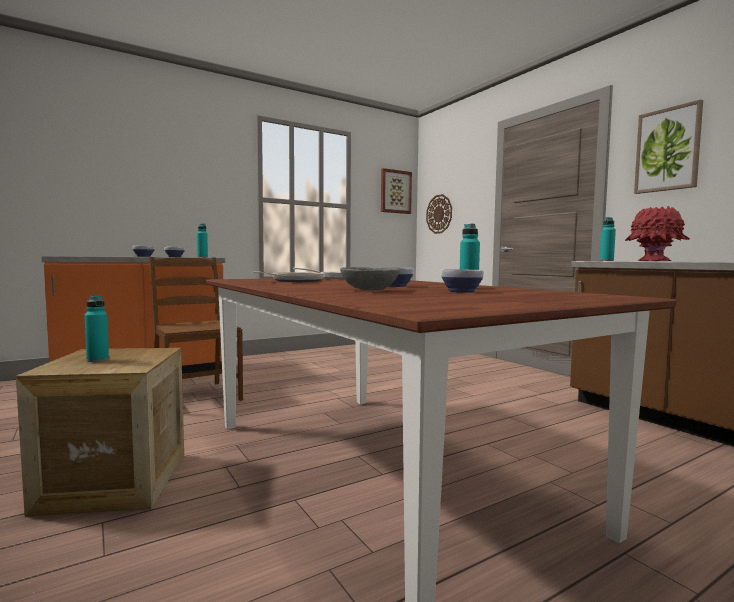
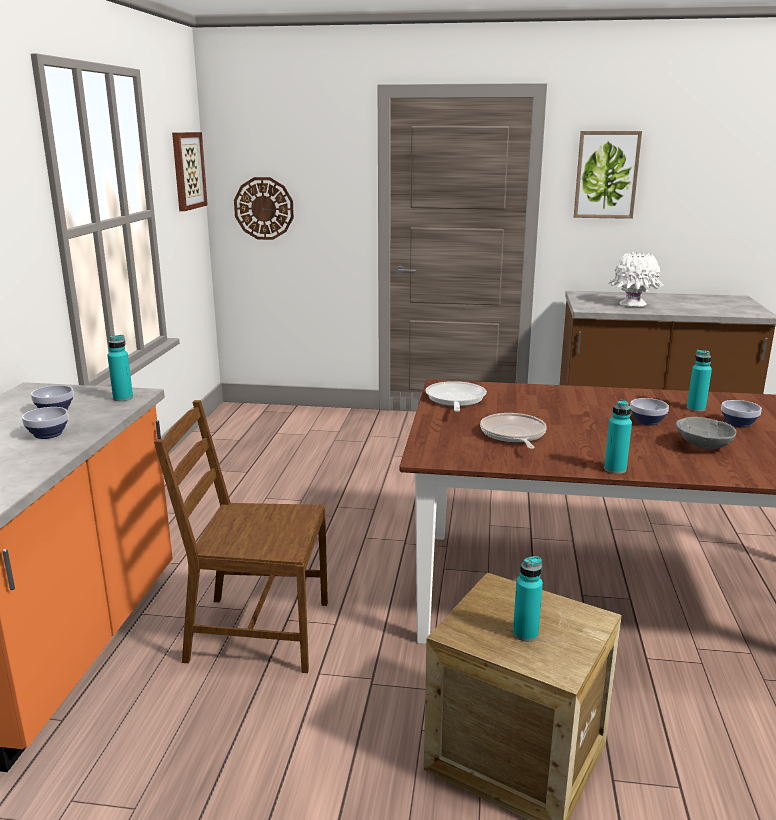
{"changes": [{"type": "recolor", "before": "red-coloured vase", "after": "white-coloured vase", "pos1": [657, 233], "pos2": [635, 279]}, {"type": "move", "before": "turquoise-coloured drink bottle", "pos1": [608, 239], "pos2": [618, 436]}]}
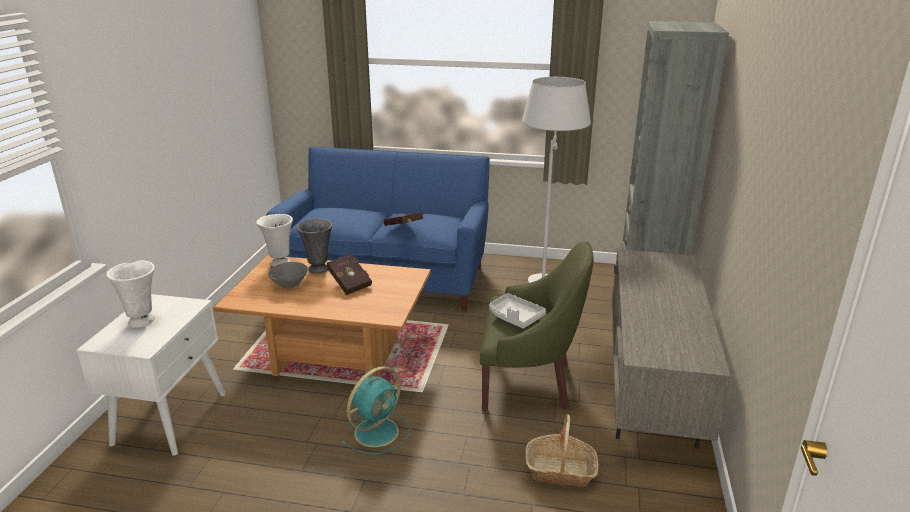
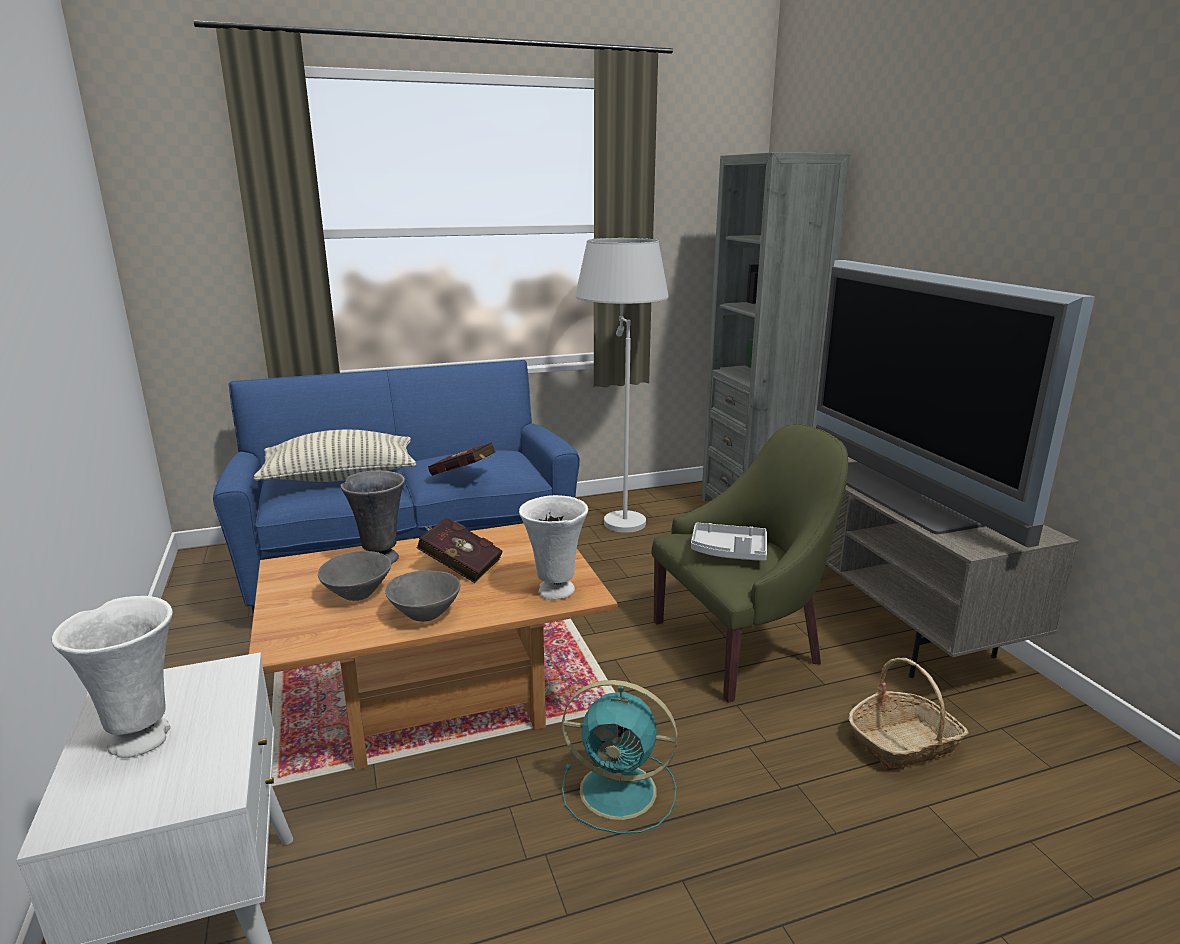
{"changes": [{"type": "move", "before": "white-coloured vase", "pos1": [274, 240], "pos2": [553, 547]}, {"type": "rotate", "before": "turquoise-coloured fan", "pos1": [376, 410], "pos2": [620, 757], "turn": 90}, {"type": "insert", "after": "TV set", "pos2": [955, 404]}, {"type": "insert", "after": "cushion", "pos2": [335, 456]}, {"type": "insert", "after": "greyish deep dish", "pos2": [423, 596]}]}
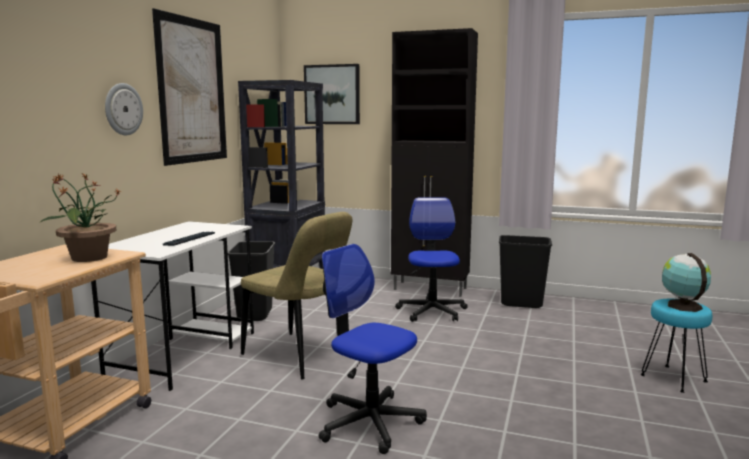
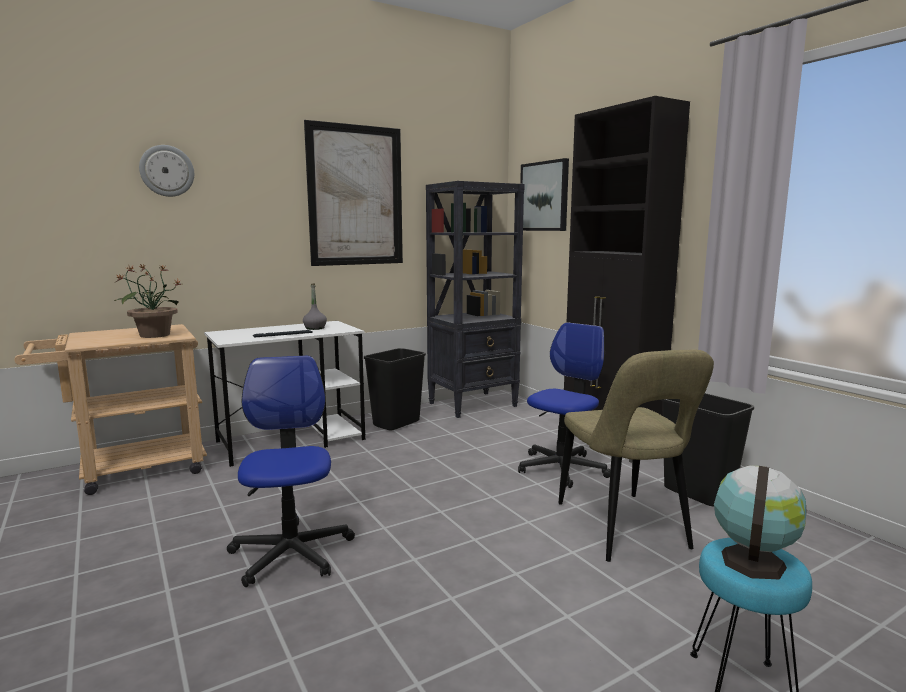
{"changes": [{"type": "move", "before": "hanging clock", "pos1": [124, 109], "pos2": [166, 171]}, {"type": "move", "before": "beige-coloured plain chair", "pos1": [296, 296], "pos2": [636, 456]}, {"type": "insert", "after": "greyish drink bottle", "pos2": [315, 307]}]}
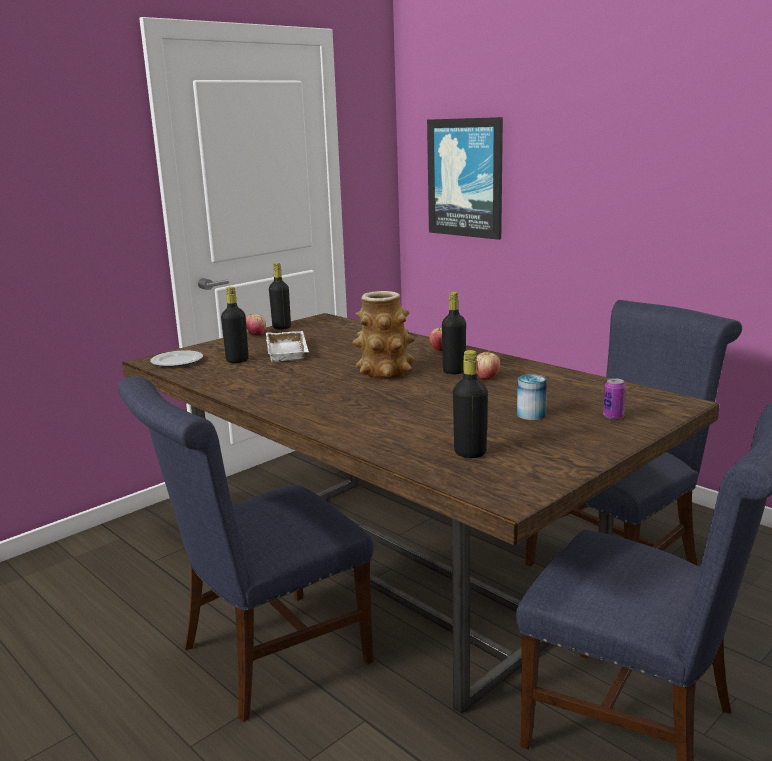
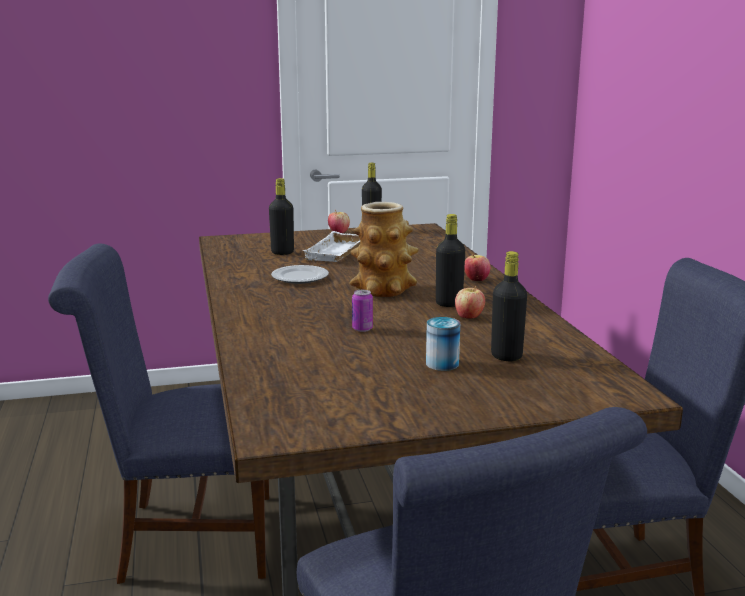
{"changes": [{"type": "delete", "before": "picture", "pos1": [465, 178]}, {"type": "move", "before": "dinner plate", "pos1": [176, 358], "pos2": [300, 274]}, {"type": "move", "before": "black-coloured drink bottle", "pos1": [470, 404], "pos2": [509, 306]}, {"type": "move", "before": "can", "pos1": [614, 399], "pos2": [362, 311]}]}
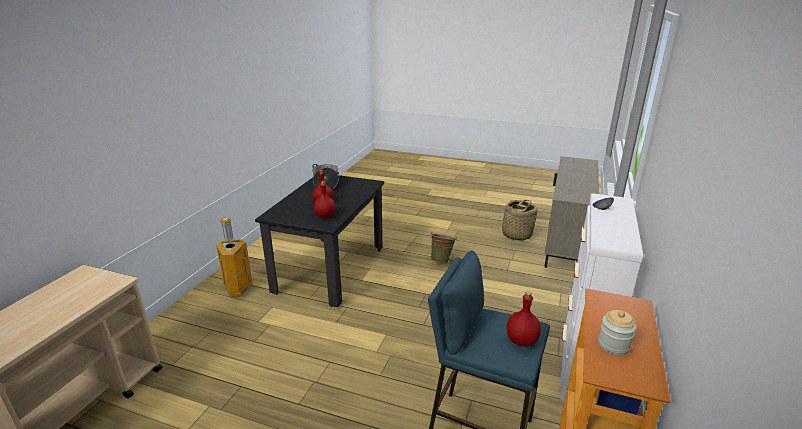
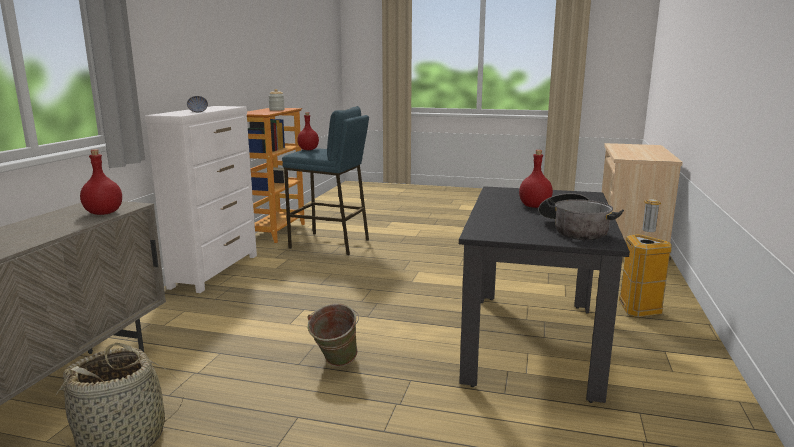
{"changes": [{"type": "move", "before": "red-coloured drink bottle", "pos1": [325, 199], "pos2": [101, 182]}]}
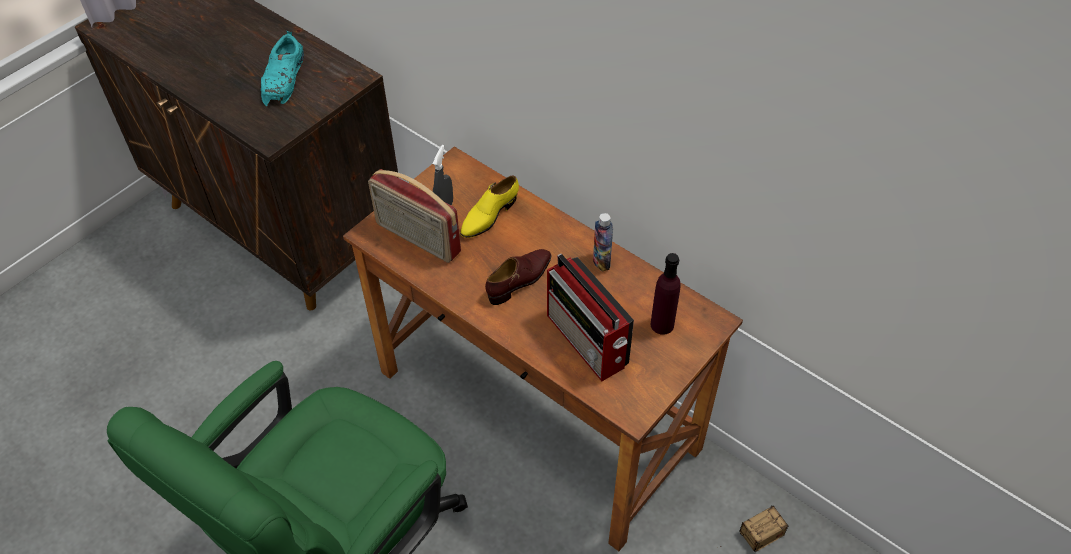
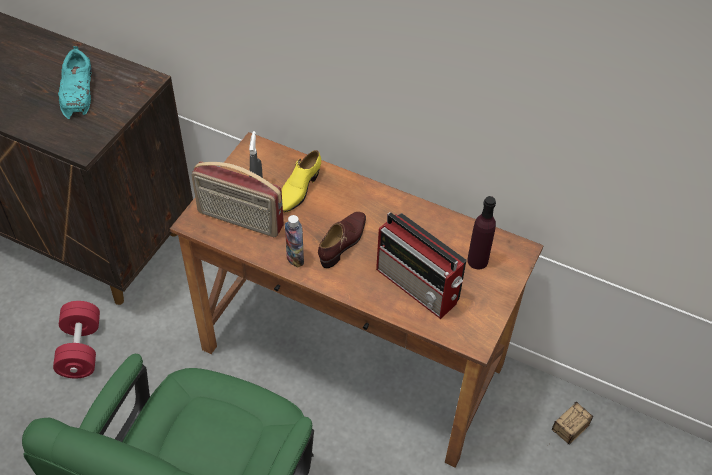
{"changes": [{"type": "move", "before": "drink bottle", "pos1": [603, 242], "pos2": [294, 241]}, {"type": "insert", "after": "red-coloured dumbbell", "pos2": [76, 339]}]}
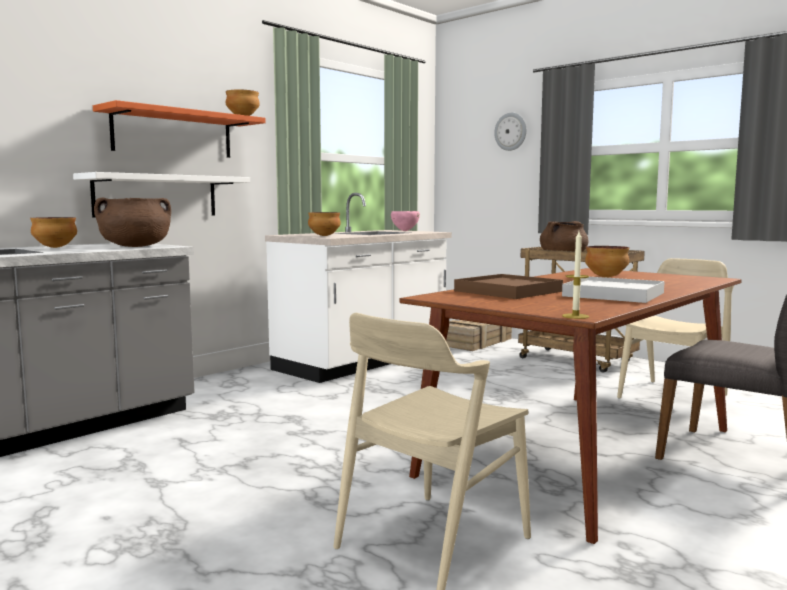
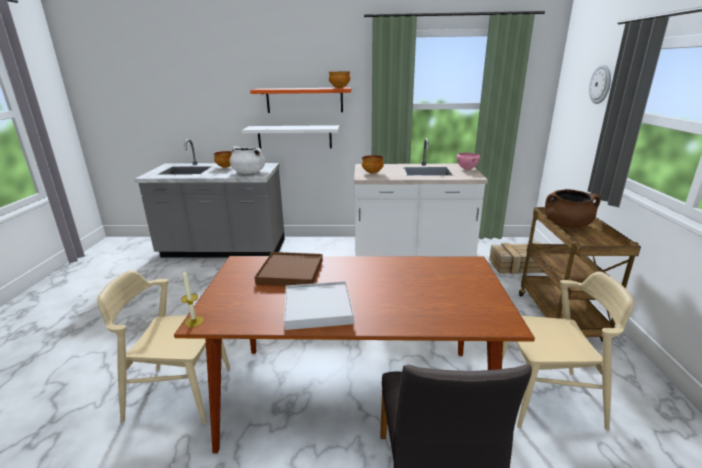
{"changes": [{"type": "recolor", "before": "brown-coloured stockpot", "after": "white-coloured stockpot", "pos1": [132, 222], "pos2": [247, 160]}, {"type": "delete", "before": "deep dish", "pos1": [607, 261]}]}
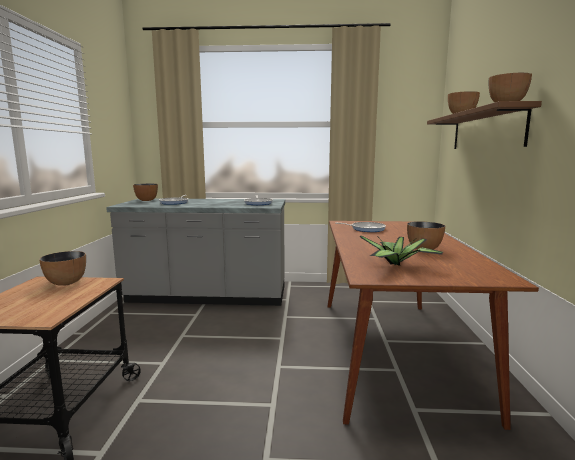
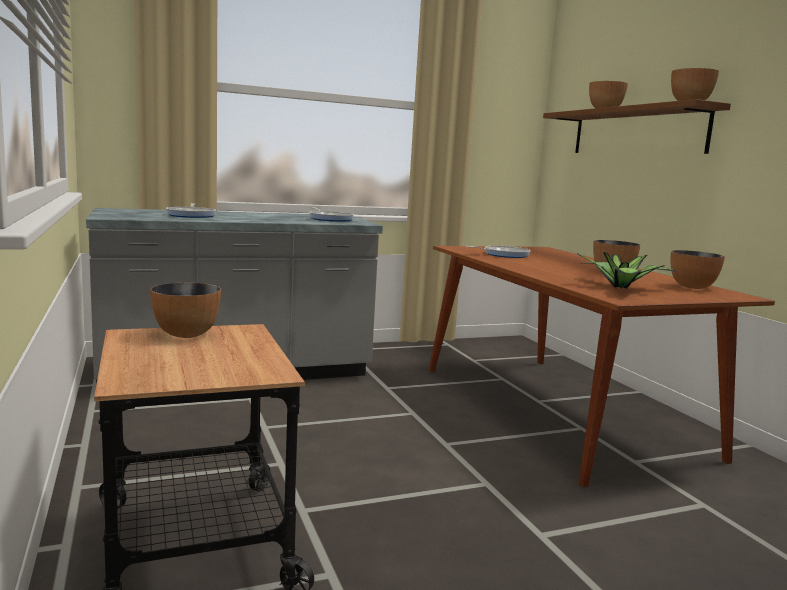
{"changes": [{"type": "move", "before": "deep dish", "pos1": [145, 192], "pos2": [697, 269]}]}
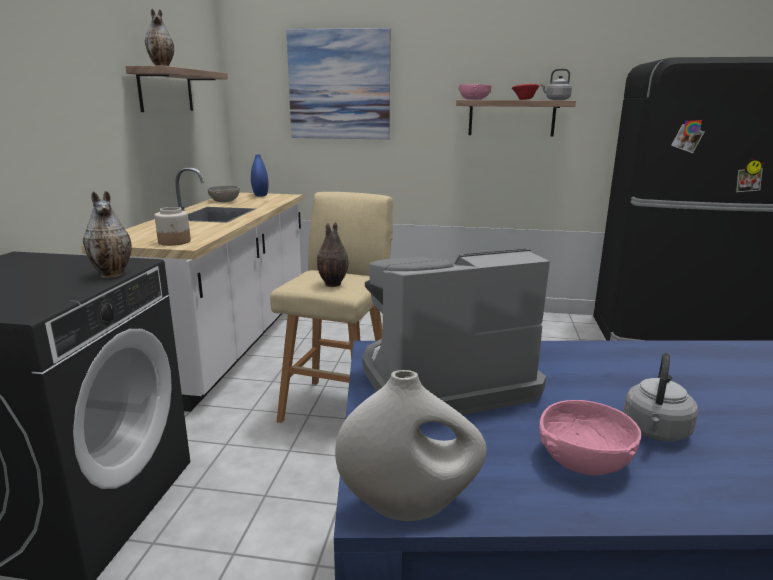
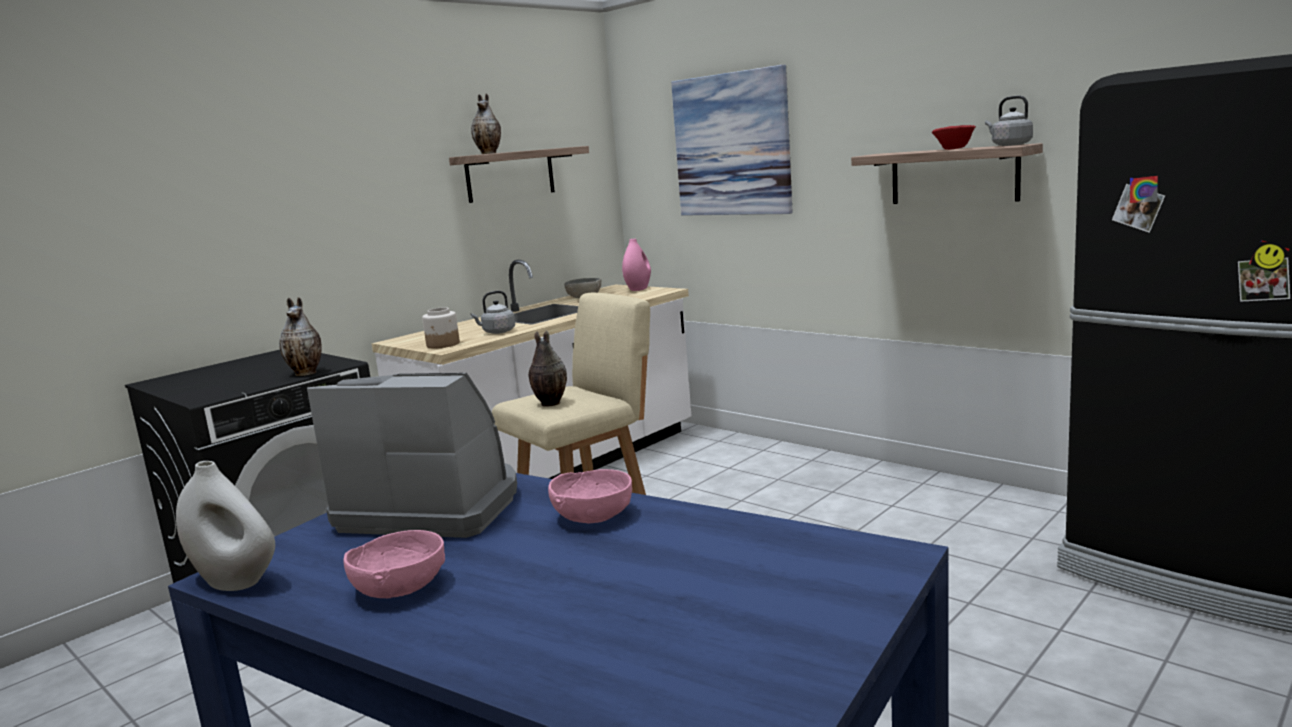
{"changes": [{"type": "move", "before": "pinkish deep dish", "pos1": [475, 92], "pos2": [590, 496]}, {"type": "recolor", "before": "blue vase", "after": "pinkish vase", "pos1": [260, 175], "pos2": [636, 265]}, {"type": "move", "before": "greyish water kettle", "pos1": [661, 397], "pos2": [492, 312]}]}
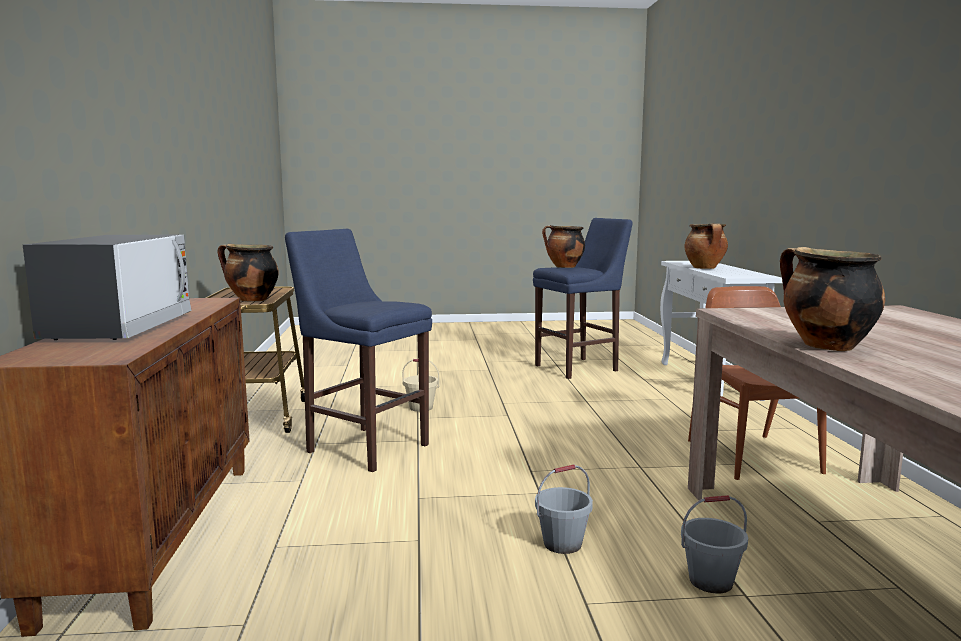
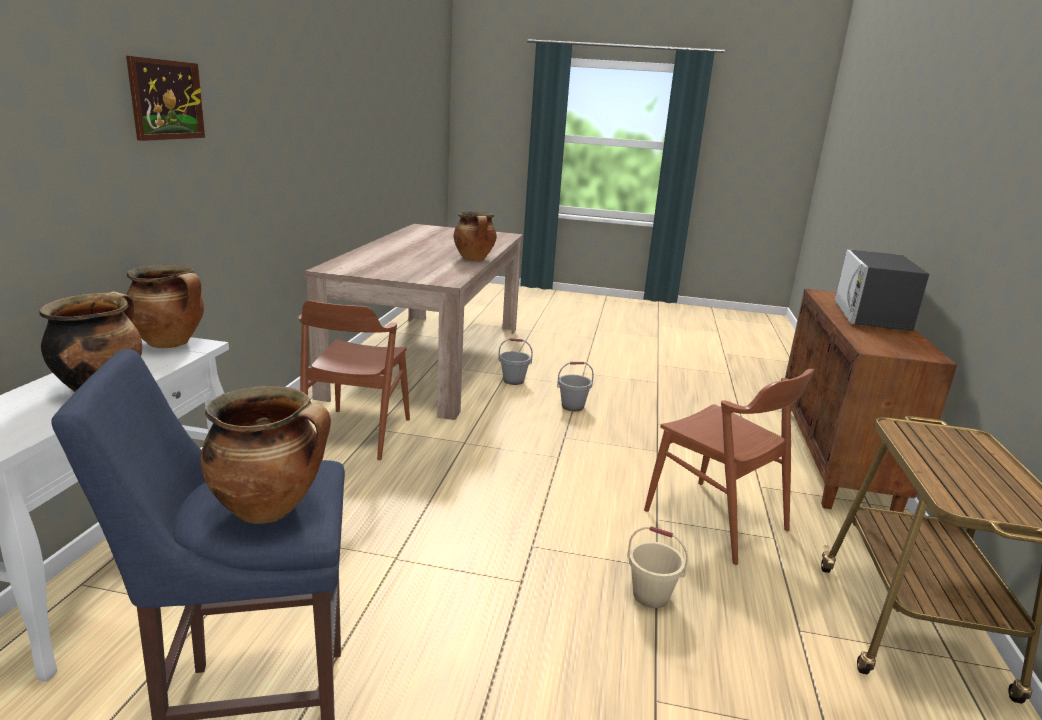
{"changes": [{"type": "replace", "before": "blue stool", "after": "brown-coloured plain chair", "pos1": [358, 350], "pos2": [729, 467]}, {"type": "move", "before": "stockpot", "pos1": [248, 272], "pos2": [165, 306]}, {"type": "insert", "after": "picture", "pos2": [165, 98]}]}
